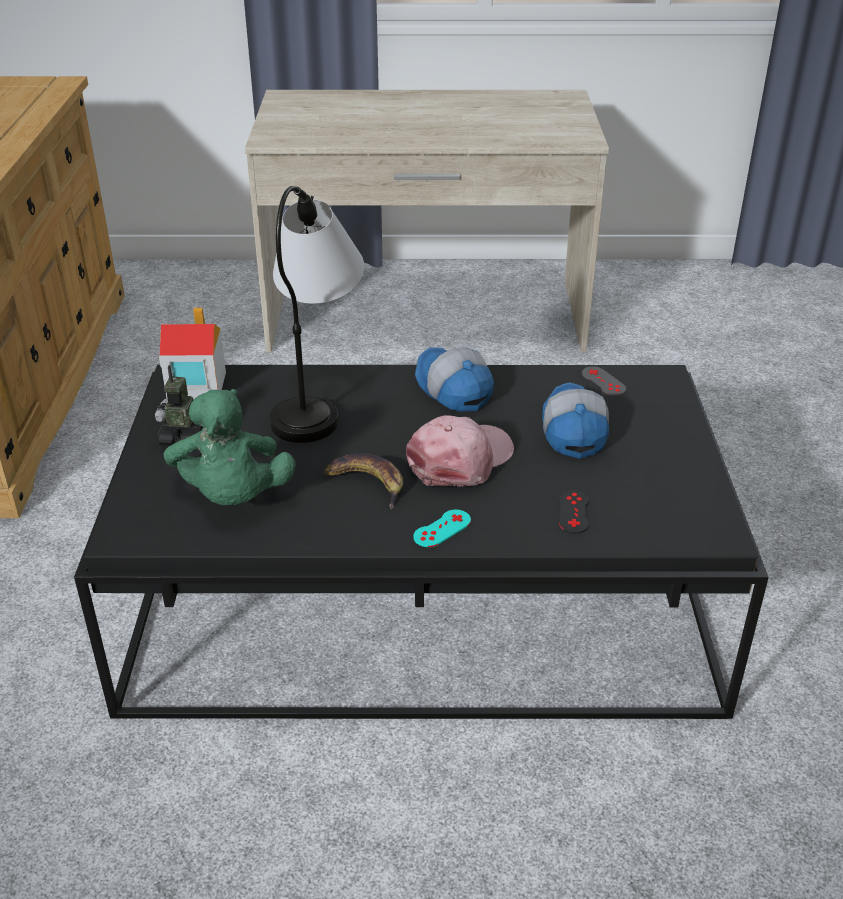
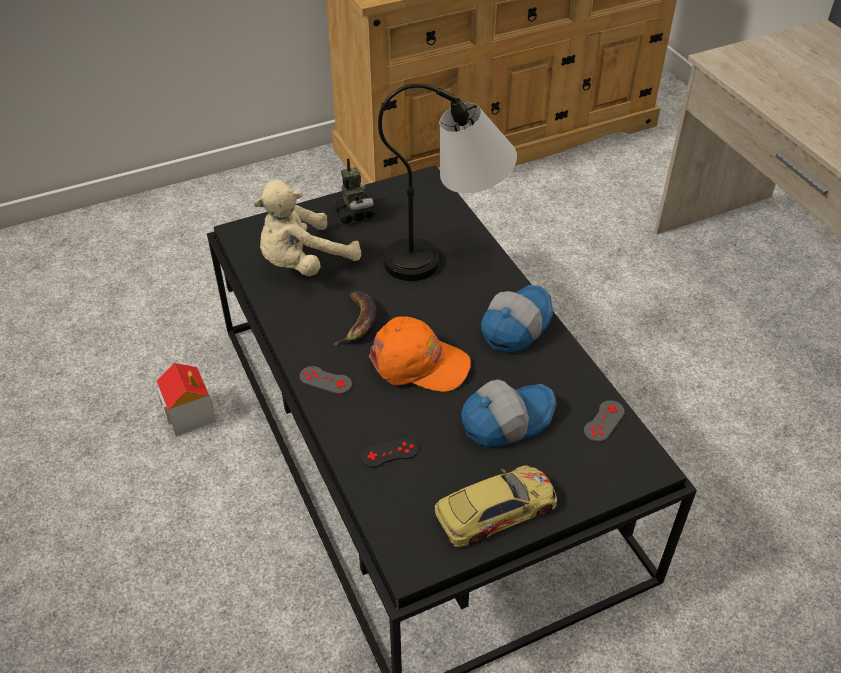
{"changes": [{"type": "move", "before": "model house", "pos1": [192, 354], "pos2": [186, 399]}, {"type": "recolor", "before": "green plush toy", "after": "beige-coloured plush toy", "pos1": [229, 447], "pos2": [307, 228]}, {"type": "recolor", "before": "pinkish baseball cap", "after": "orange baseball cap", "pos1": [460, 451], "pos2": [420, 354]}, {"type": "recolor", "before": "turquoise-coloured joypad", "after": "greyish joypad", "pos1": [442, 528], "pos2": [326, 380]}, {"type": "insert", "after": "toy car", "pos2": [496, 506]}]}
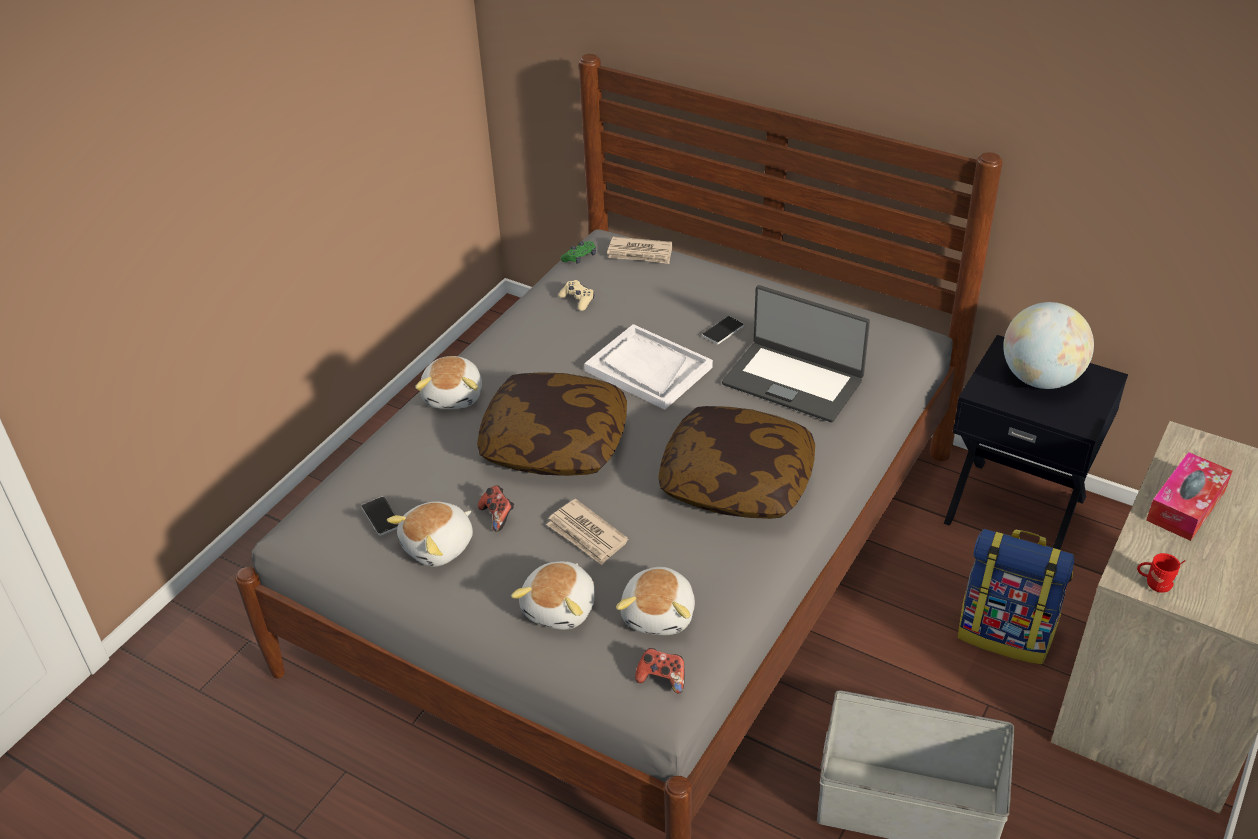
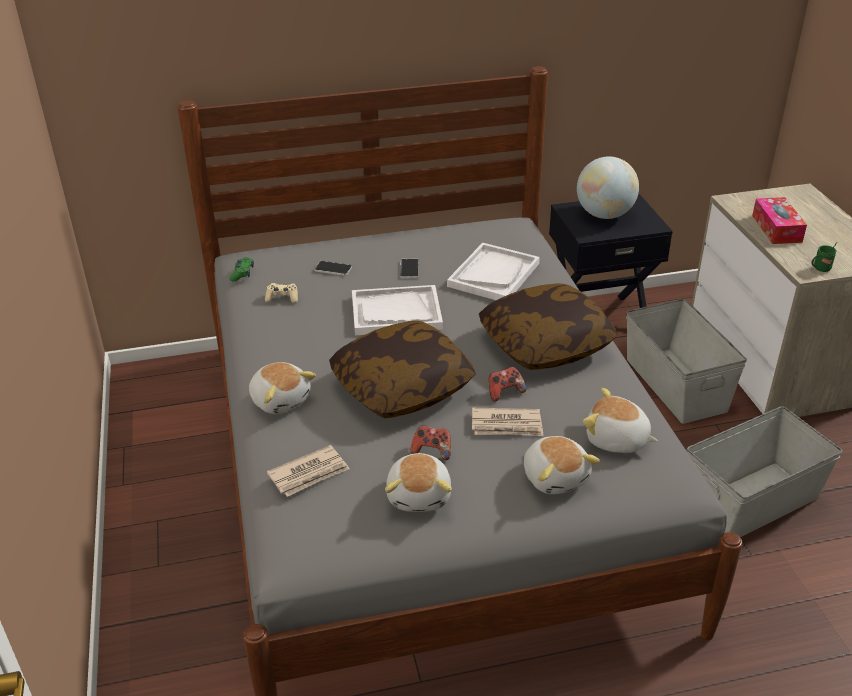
{"changes": [{"type": "move", "before": "newspaper", "pos1": [639, 250], "pos2": [308, 471]}, {"type": "replace", "before": "notebook computer", "after": "white-coloured tray", "pos1": [796, 353], "pos2": [493, 271]}, {"type": "move", "before": "handset", "pos1": [379, 516], "pos2": [333, 268]}, {"type": "replace", "before": "backpack", "after": "greyish storage box", "pos1": [1016, 596], "pos2": [686, 361]}, {"type": "recolor", "before": "red-coloured mug", "after": "green mug", "pos1": [1161, 573], "pos2": [824, 257]}, {"type": "rotate", "before": "plush toy", "pos1": [655, 601], "pos2": [620, 420], "turn": 150}, {"type": "move", "before": "joypad", "pos1": [660, 671], "pos2": [507, 384]}]}
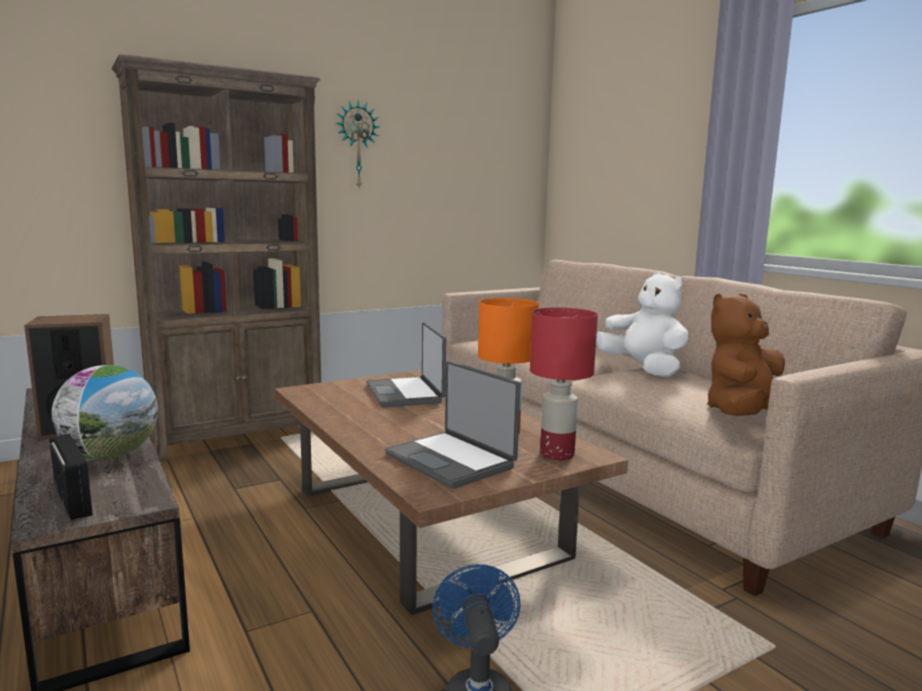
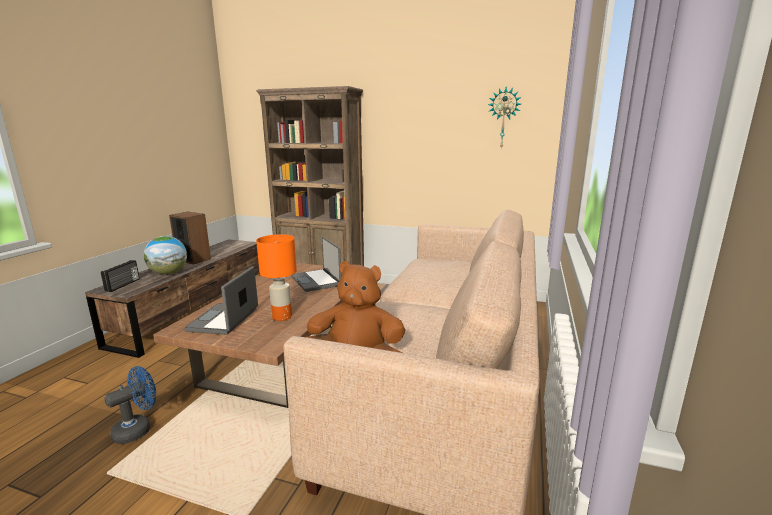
{"changes": [{"type": "move", "before": "hanging clock", "pos1": [358, 144], "pos2": [504, 118]}, {"type": "delete", "before": "white-coloured plush toy", "pos1": [642, 324]}, {"type": "delete", "before": "red-coloured tabletop lamp", "pos1": [564, 383]}, {"type": "rotate", "before": "notebook computer", "pos1": [406, 364], "pos2": [316, 264], "turn": -60}]}
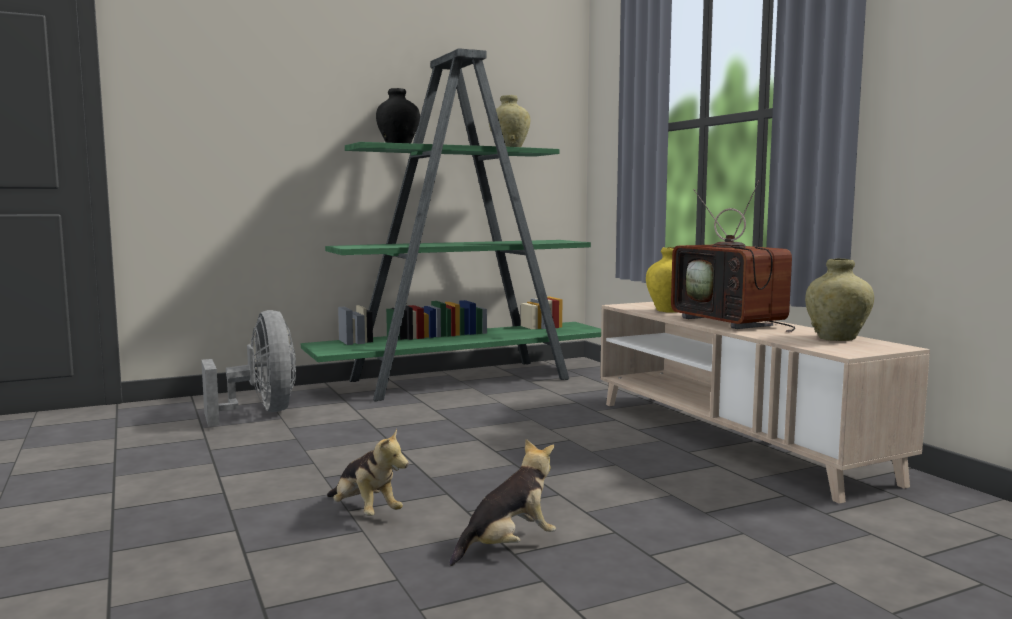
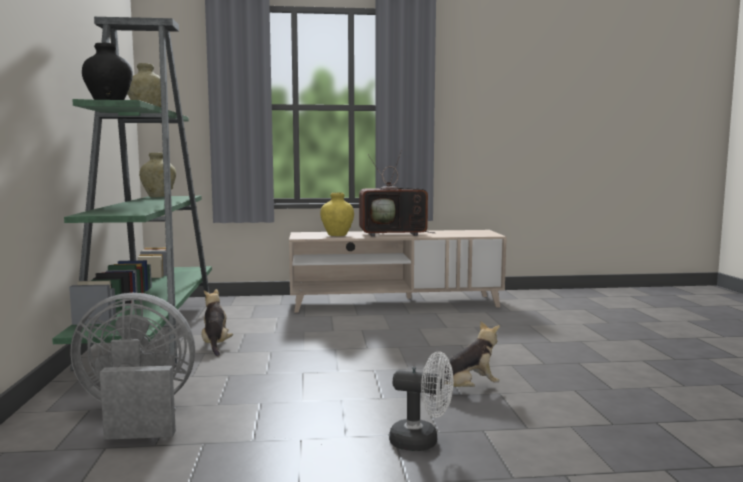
{"changes": [{"type": "move", "before": "beige-coloured vase", "pos1": [839, 299], "pos2": [157, 175]}, {"type": "move", "before": "plush toy", "pos1": [503, 502], "pos2": [217, 322]}, {"type": "insert", "after": "white-coloured fan", "pos2": [421, 401]}]}
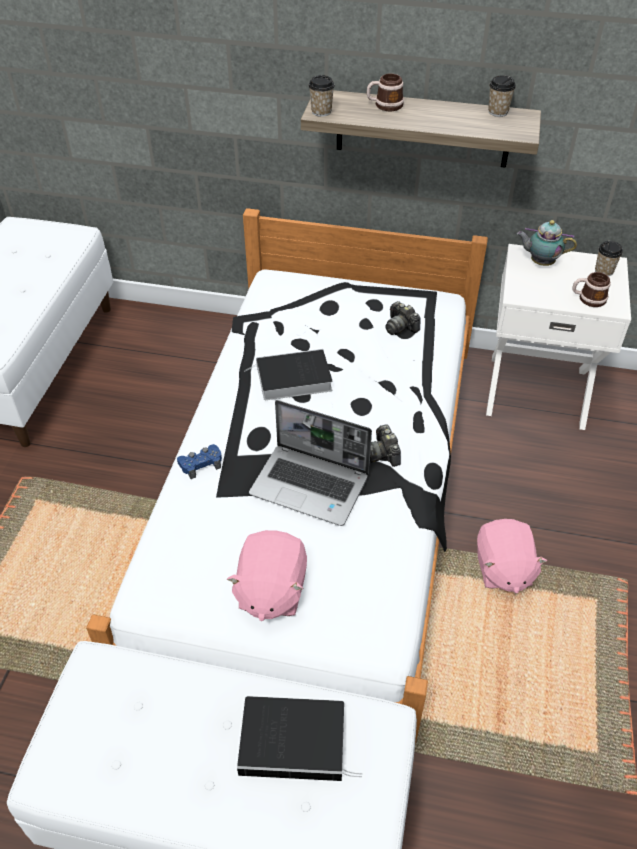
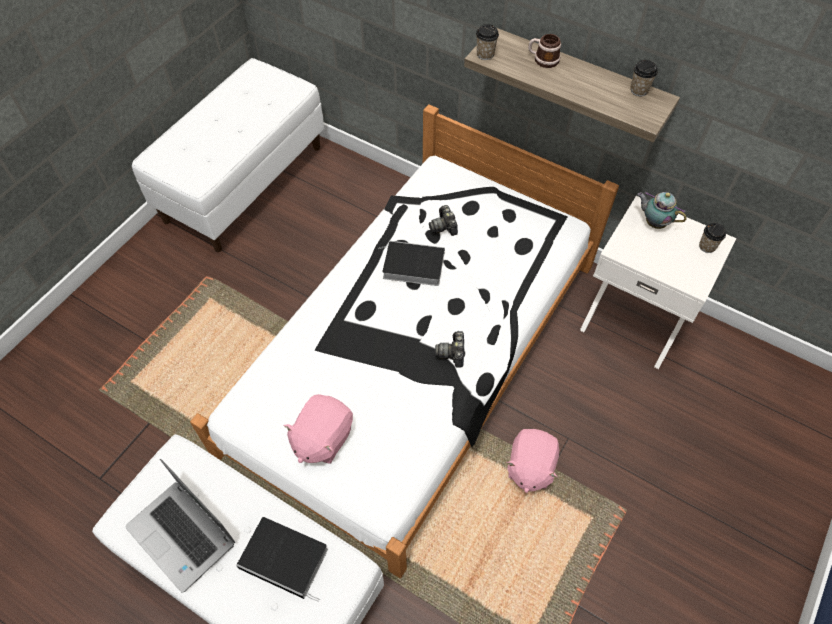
{"changes": [{"type": "delete", "before": "mug", "pos1": [591, 289]}, {"type": "move", "before": "still camera", "pos1": [403, 318], "pos2": [443, 220]}, {"type": "move", "before": "notebook computer", "pos1": [310, 463], "pos2": [180, 526]}, {"type": "delete", "before": "blue joypad", "pos1": [199, 461]}]}
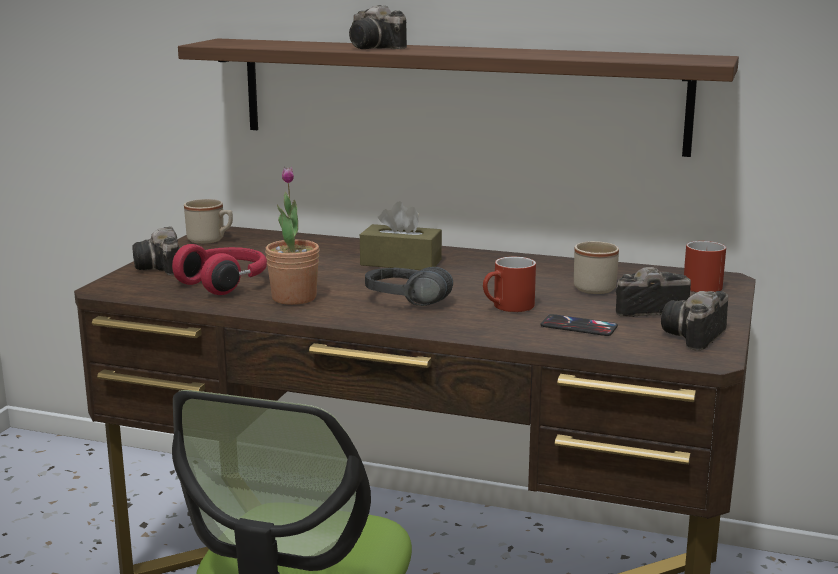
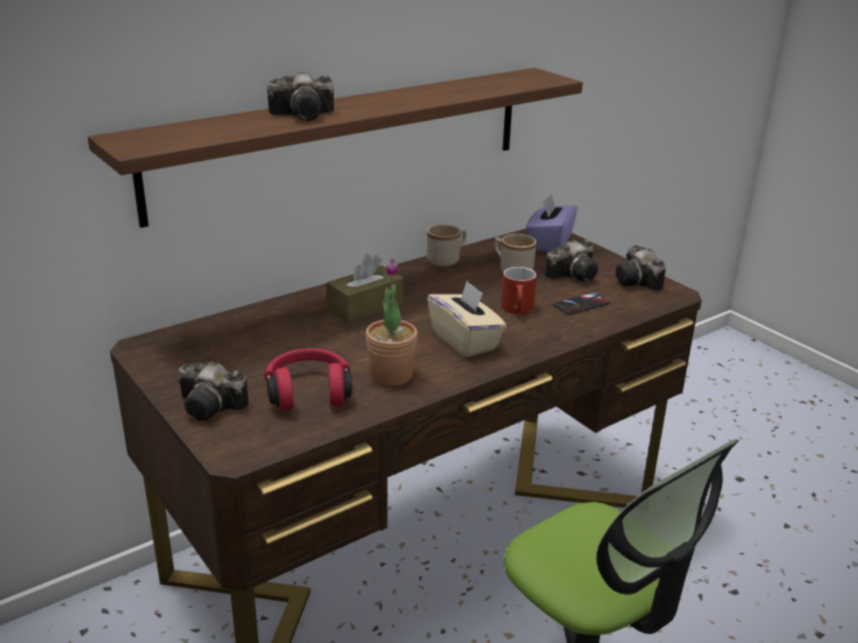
{"changes": [{"type": "move", "before": "beige-coloured mug", "pos1": [208, 221], "pos2": [447, 245]}, {"type": "replace", "before": "red-coloured mug", "after": "purple-coloured tissue box", "pos1": [705, 266], "pos2": [552, 222]}, {"type": "replace", "before": "black-coloured headphones", "after": "beige-coloured tissue box", "pos1": [409, 286], "pos2": [466, 319]}, {"type": "rotate", "before": "still camera", "pos1": [653, 292], "pos2": [571, 261], "turn": -150}]}
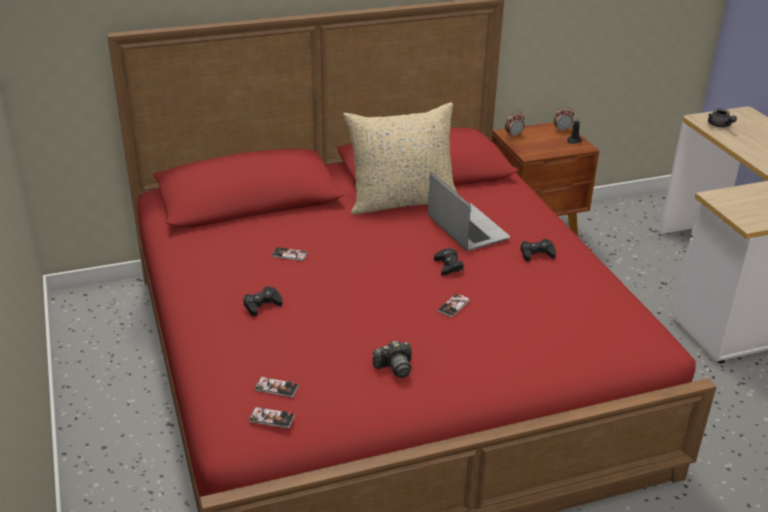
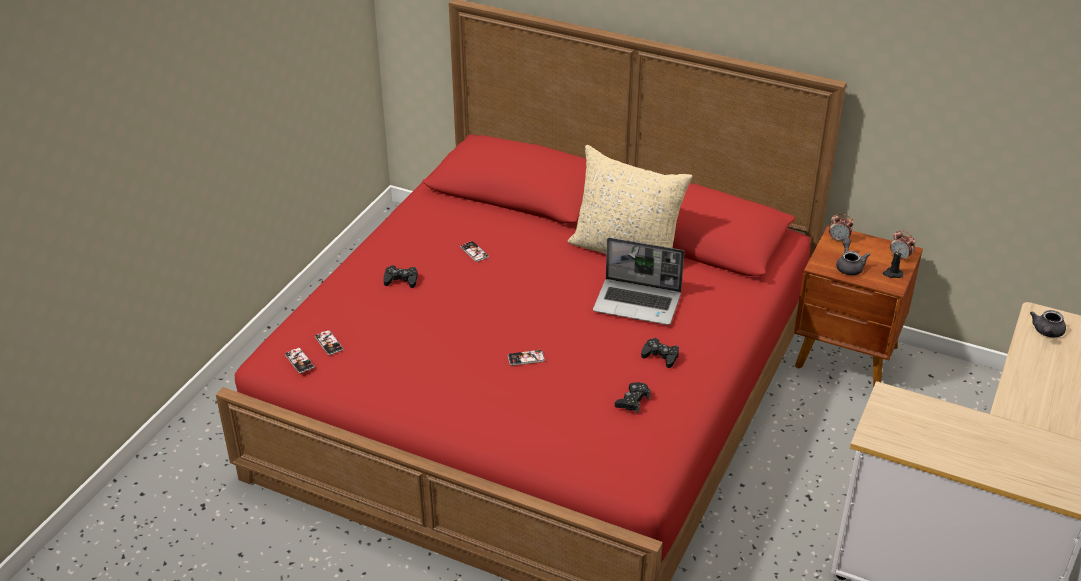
{"changes": [{"type": "rotate", "before": "notebook computer", "pos1": [469, 211], "pos2": [639, 281], "turn": 90}, {"type": "move", "before": "black-coloured joypad", "pos1": [449, 262], "pos2": [633, 397]}, {"type": "delete", "before": "still camera", "pos1": [392, 359]}, {"type": "insert", "after": "greyish tea pot", "pos2": [853, 256]}]}
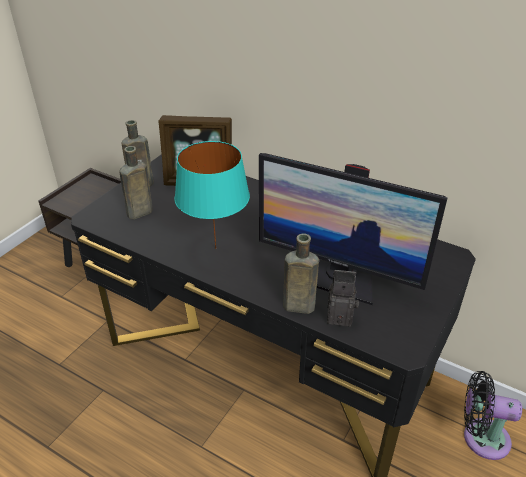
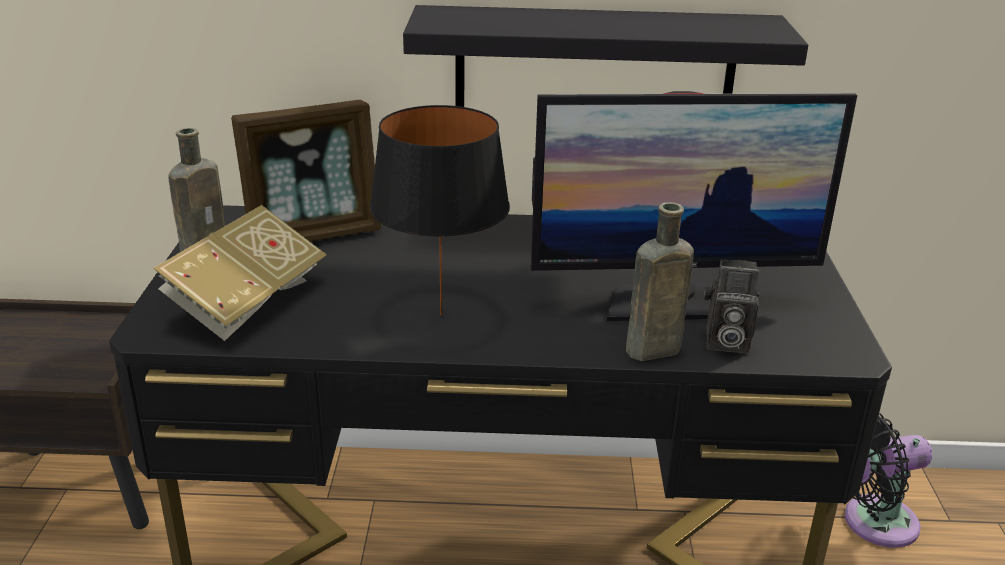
{"changes": [{"type": "recolor", "before": "turquoise-coloured tabletop lamp", "after": "black-coloured tabletop lamp", "pos1": [212, 195], "pos2": [439, 210]}, {"type": "replace", "before": "brown-coloured drink bottle", "after": "book", "pos1": [136, 182], "pos2": [240, 273]}, {"type": "rotate", "before": "still camera", "pos1": [343, 298], "pos2": [731, 306], "turn": -150}, {"type": "insert", "after": "black-coloured wall shelf", "pos2": [605, 56]}]}
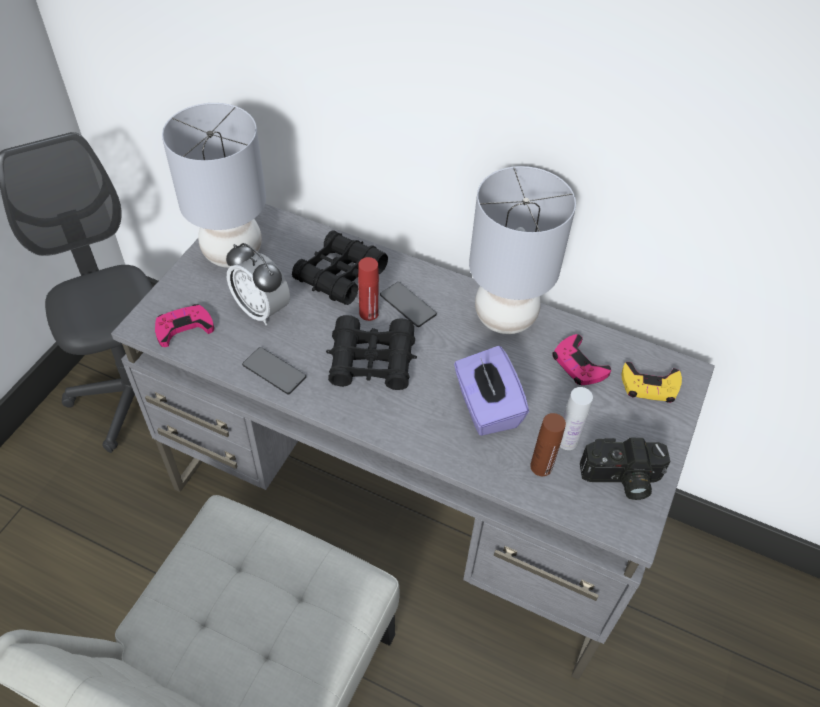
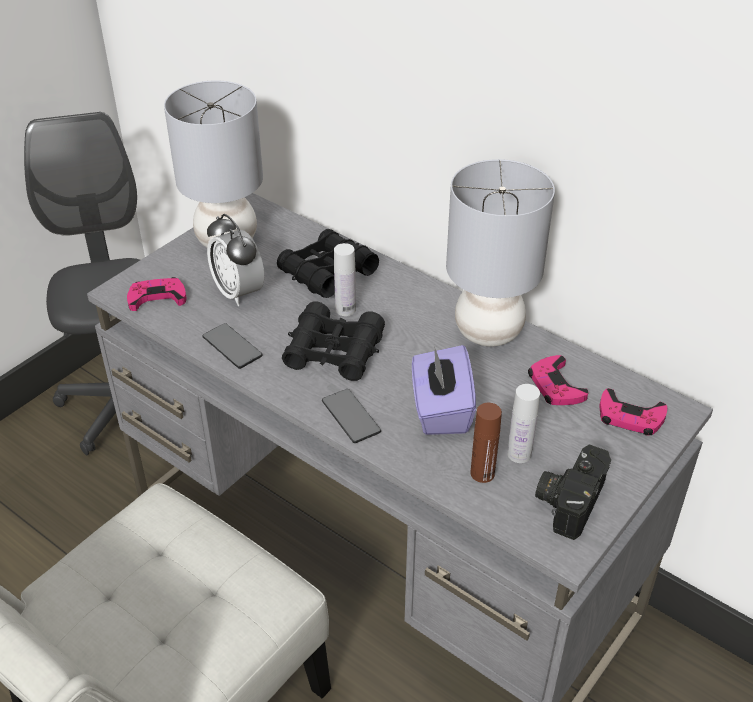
{"changes": [{"type": "recolor", "before": "red-coloured drink bottle", "after": "white-coloured drink bottle", "pos1": [368, 289], "pos2": [345, 279]}, {"type": "move", "before": "handset", "pos1": [408, 304], "pos2": [351, 416]}, {"type": "recolor", "before": "yellow-coloured joypad", "after": "pinkish joypad", "pos1": [652, 382], "pos2": [633, 412]}, {"type": "rotate", "before": "still camera", "pos1": [625, 469], "pos2": [573, 492], "turn": 105}]}
